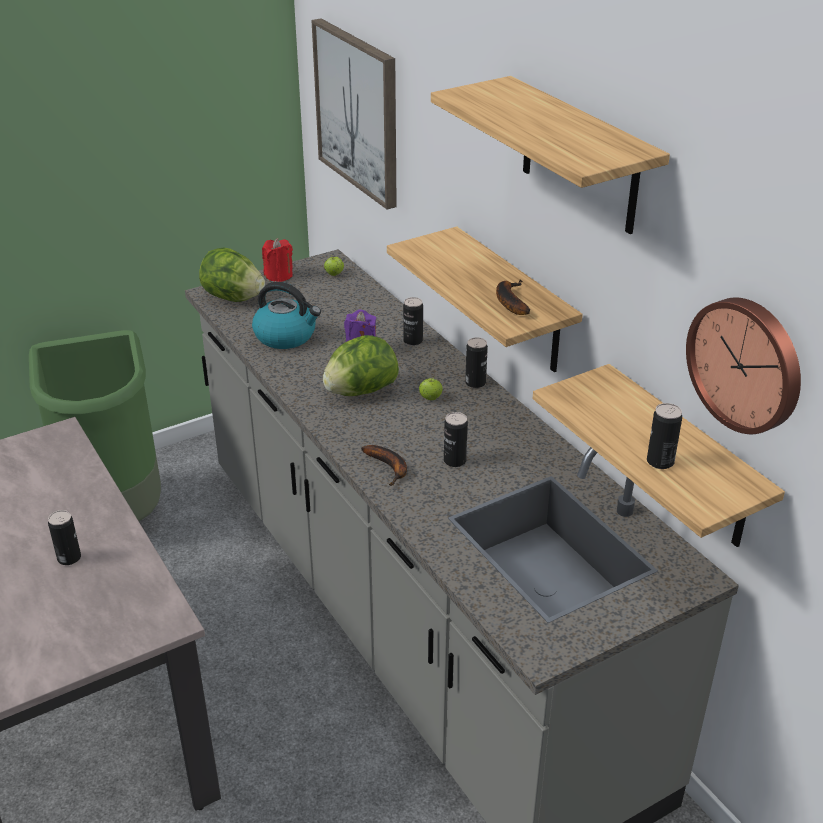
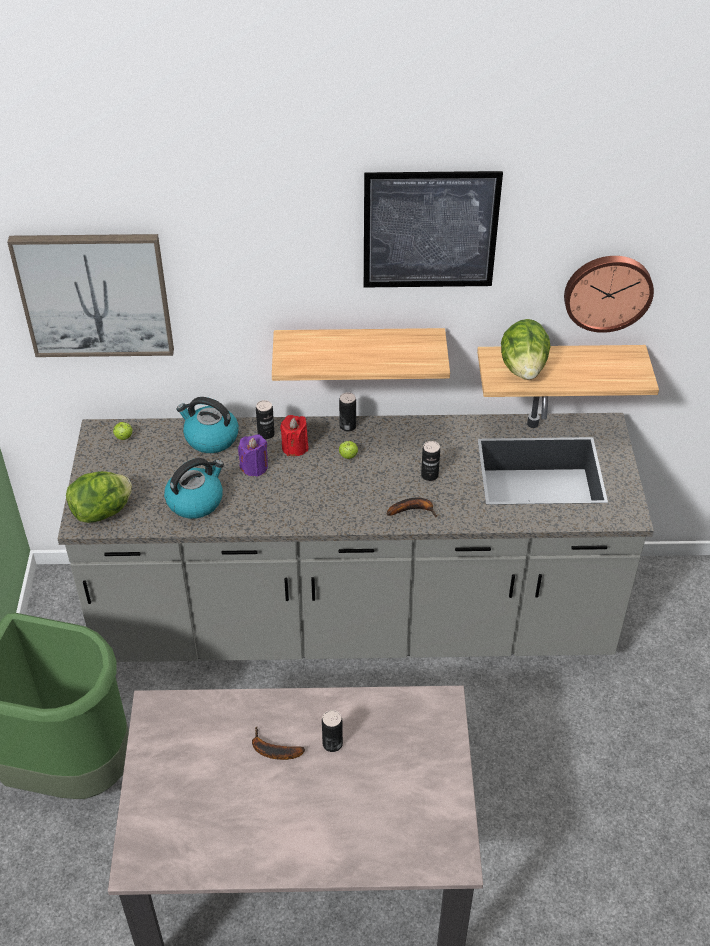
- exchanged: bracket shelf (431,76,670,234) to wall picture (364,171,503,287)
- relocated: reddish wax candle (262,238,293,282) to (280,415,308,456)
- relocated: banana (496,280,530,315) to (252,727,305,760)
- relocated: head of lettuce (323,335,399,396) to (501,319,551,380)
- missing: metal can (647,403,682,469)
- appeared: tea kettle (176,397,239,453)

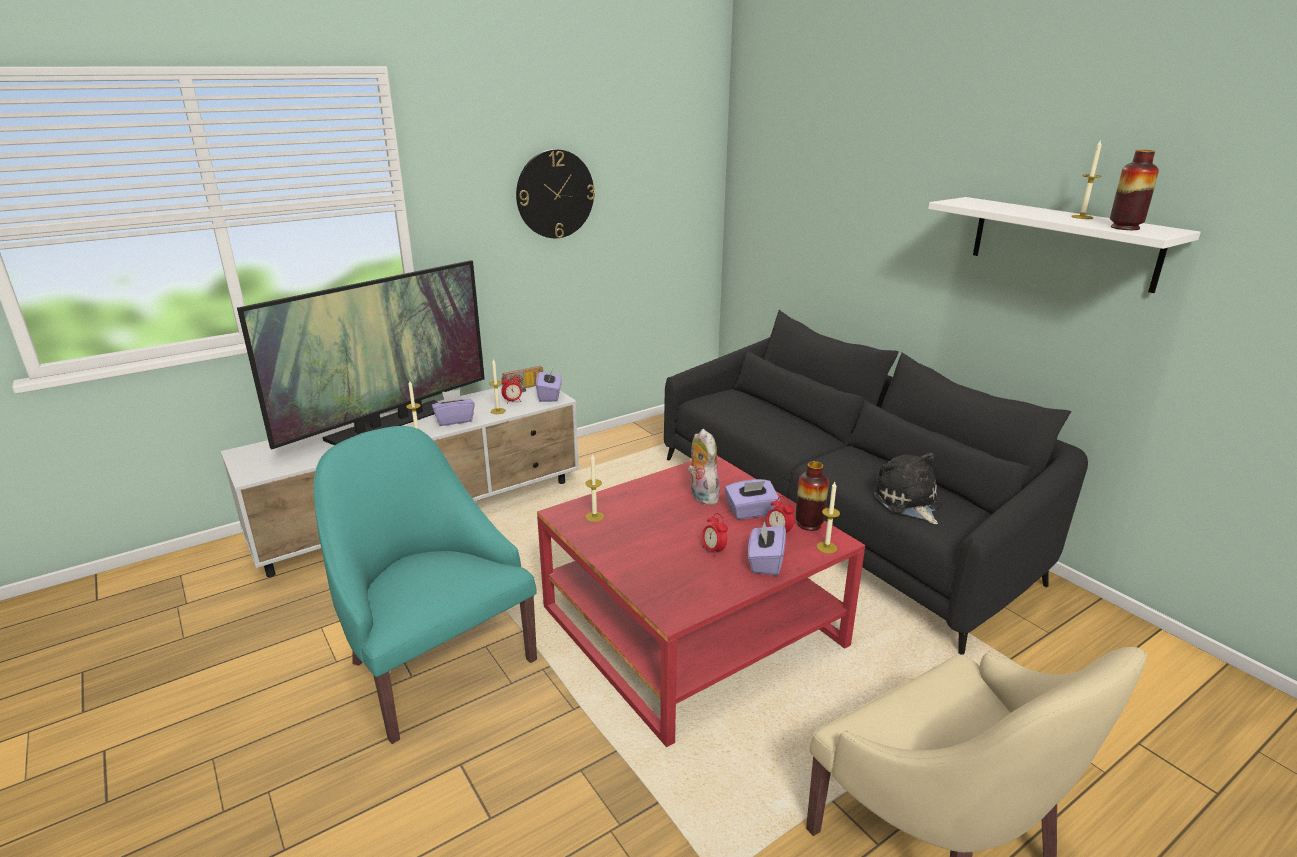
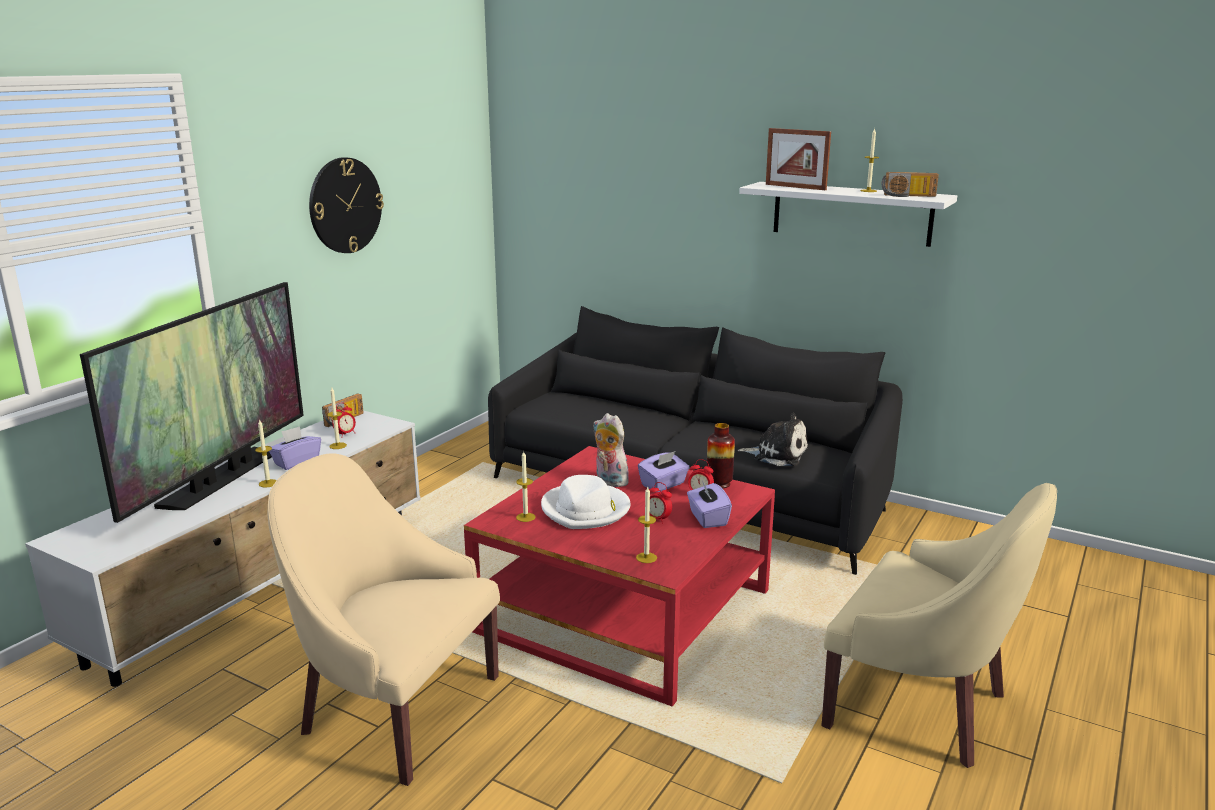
- exchanged: flower vase (1110,150,1159,230) to radio (882,172,939,197)
- missing: purple tissue box (536,369,562,402)
- colour: blue-green armchair (314,426,537,744) to beige armchair (268,453,500,786)
- spun: cuddly toy (874,453,942,524) = (738,413,808,466) 150 degrees clockwise
- relocated: wax candle (817,482,840,554) to (636,487,657,563)
- appeared: standing frame (766,128,831,190)
- appeared: whitish clothing hat (541,475,631,529)

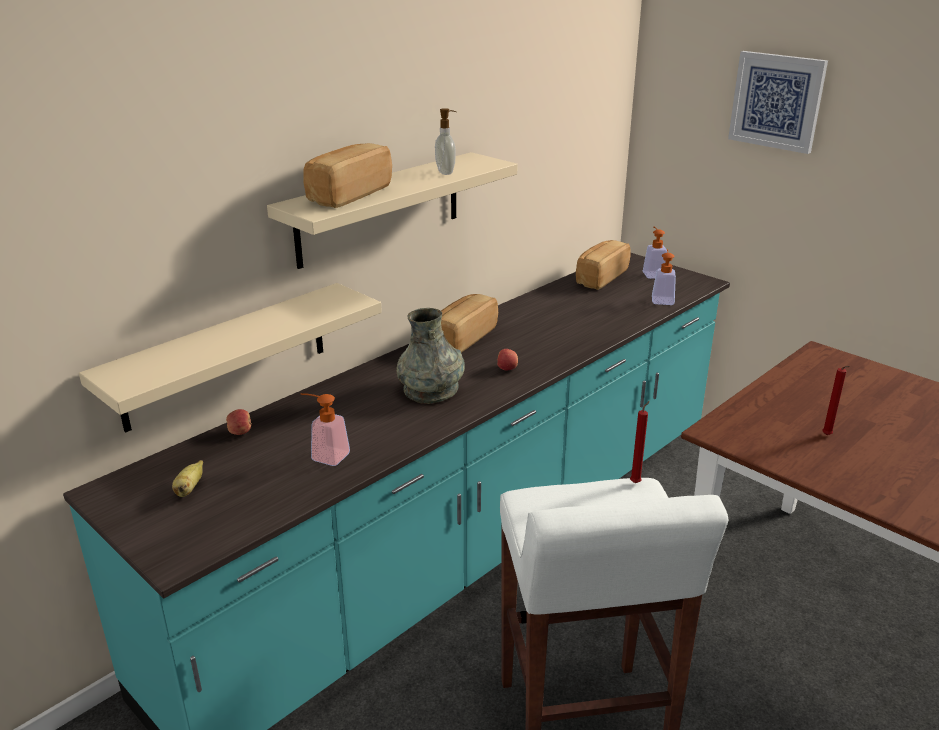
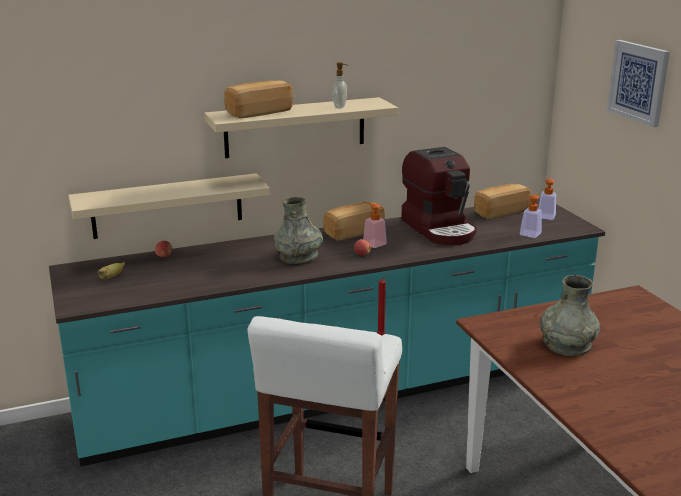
- exchanged: reddish wax candle (822,366,850,435) to grey flower vase (540,275,600,356)
- relocated: soap bottle (300,393,350,466) to (363,202,387,248)
- appeared: coffee maker (401,147,477,245)

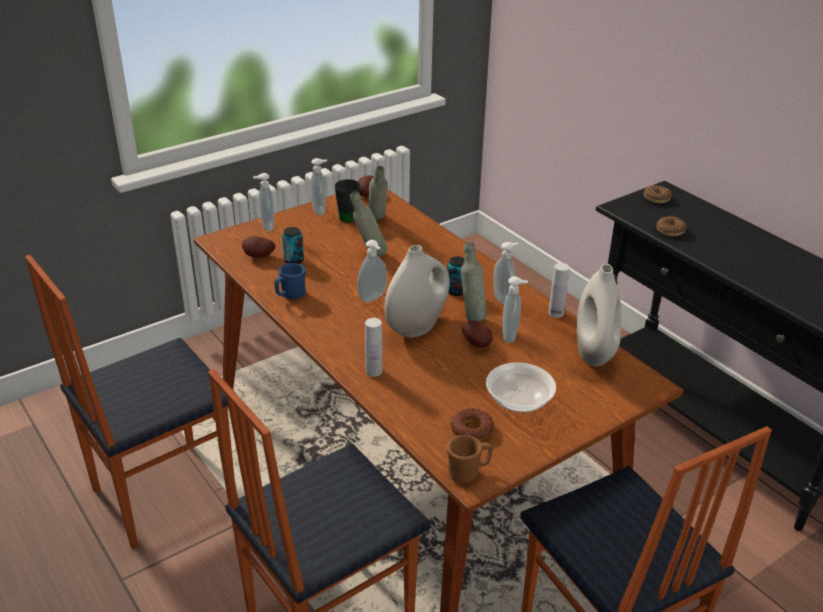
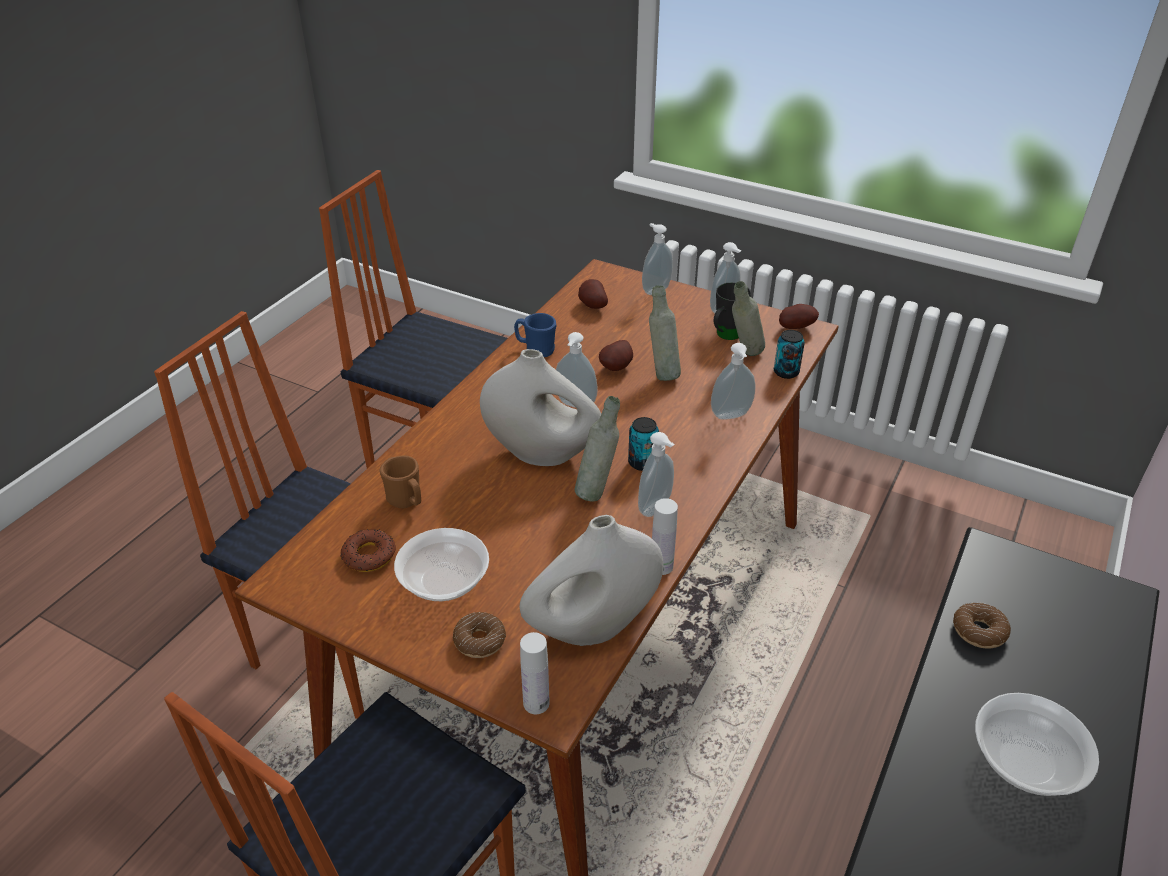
- relocated: ring doughnut (643,186,672,203) to (453,612,506,658)
- relocated: metal can (282,227,304,264) to (774,330,805,379)
- relocated: soap bottle (503,276,528,343) to (711,343,755,420)
- relocated: whitish bottle (365,318,382,377) to (520,632,550,714)
- relocated: spud (462,321,492,348) to (599,340,633,371)
- relocated: brown-coloured mug (447,435,492,483) to (379,456,421,508)
- appeared: bowl (975,693,1099,796)

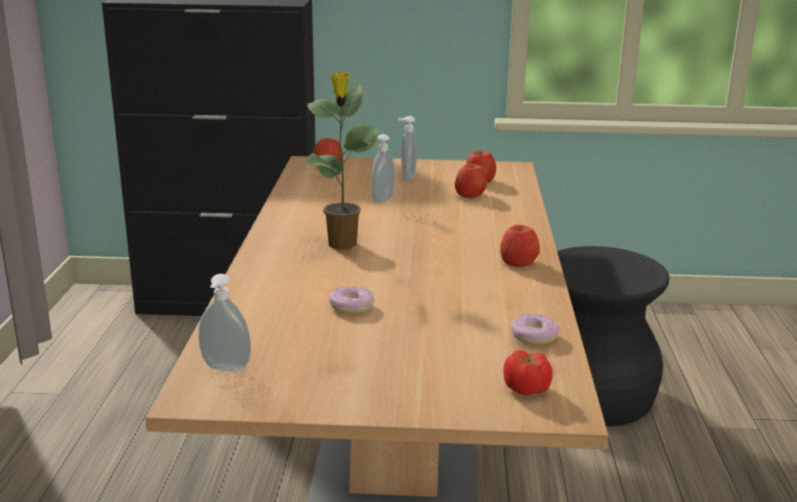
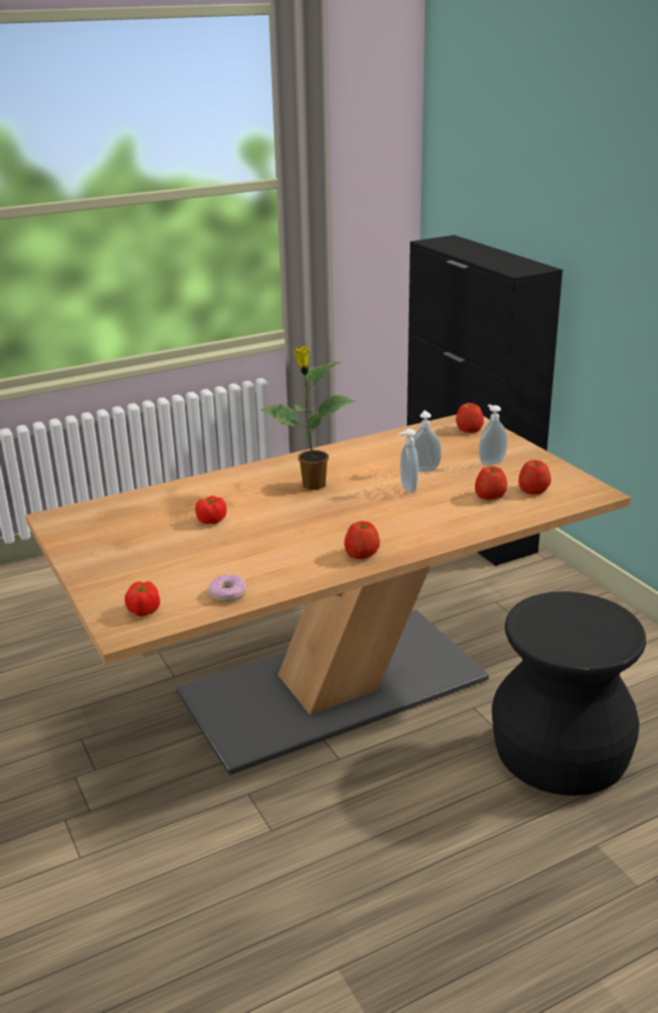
- relocated: soap bottle (198,274,251,372) to (399,429,419,493)
- exchanged: ring doughnut (329,286,374,314) to fresh tomato (195,496,227,524)

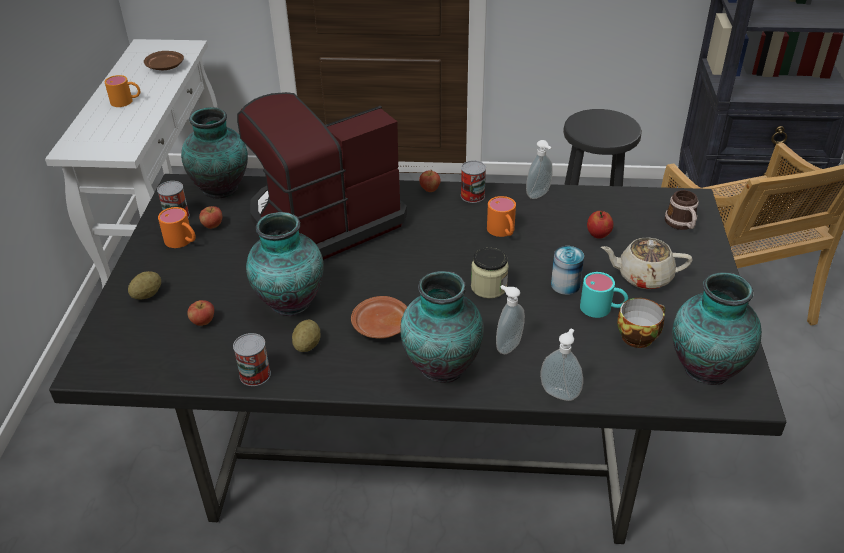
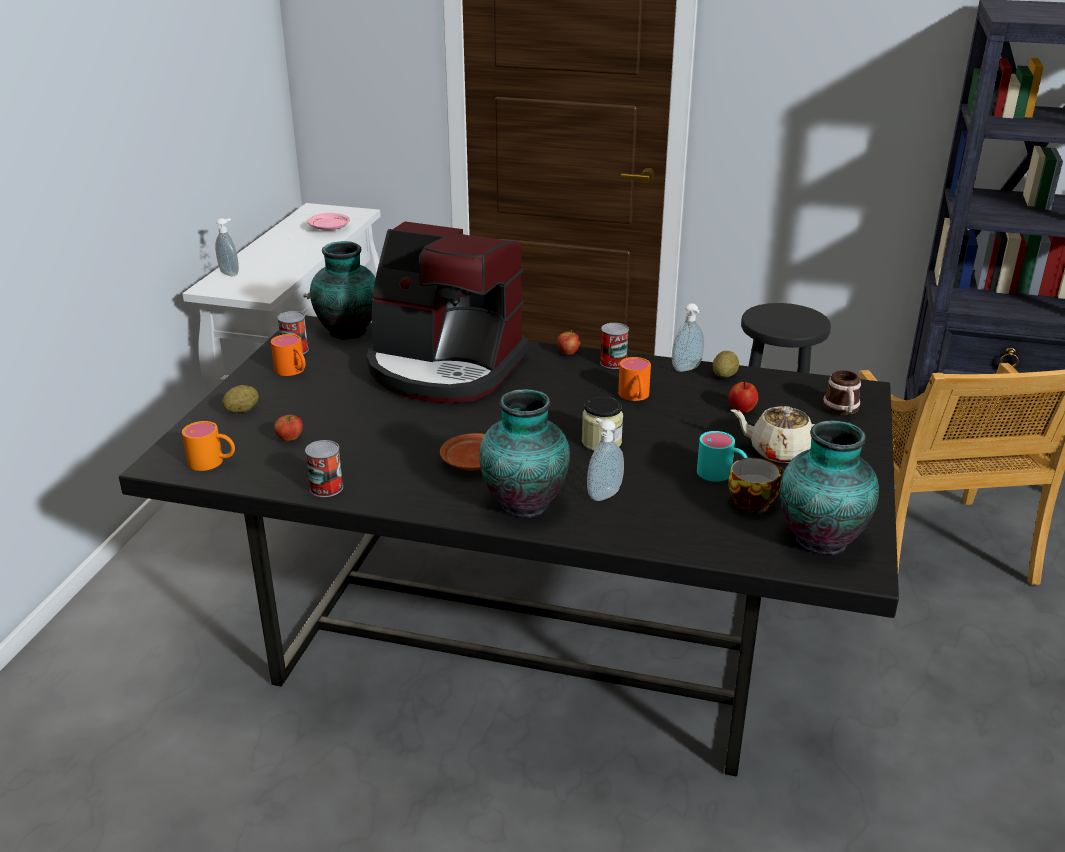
- colour: brown-coloured flat dish (144,51,184,70) to pinkish flat dish (308,213,350,231)
- relocated: orange mug (105,75,141,107) to (182,421,235,471)
- spun: coffee maker (237,92,407,260) = (367,221,529,403) 135 degrees counterclockwise
- missing: apple fruit (199,206,222,229)
- missing: flower vase (246,212,324,316)
- missing: metal can (551,246,584,295)
- relocated: spud (292,320,321,352) to (713,351,739,378)
- relocated: soap bottle (540,329,583,401) to (215,218,239,276)

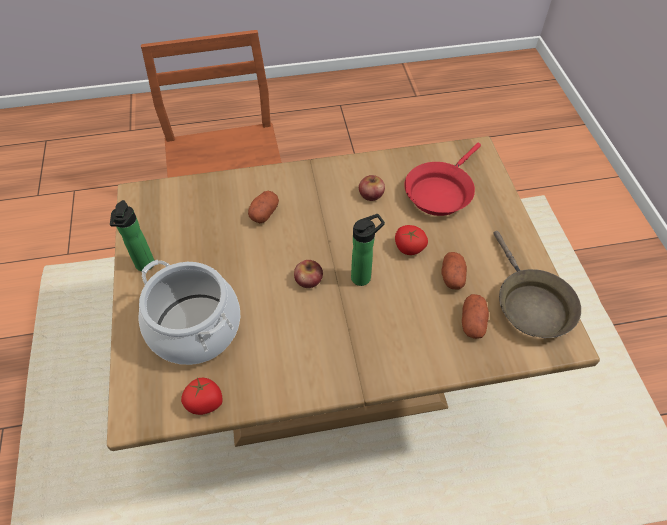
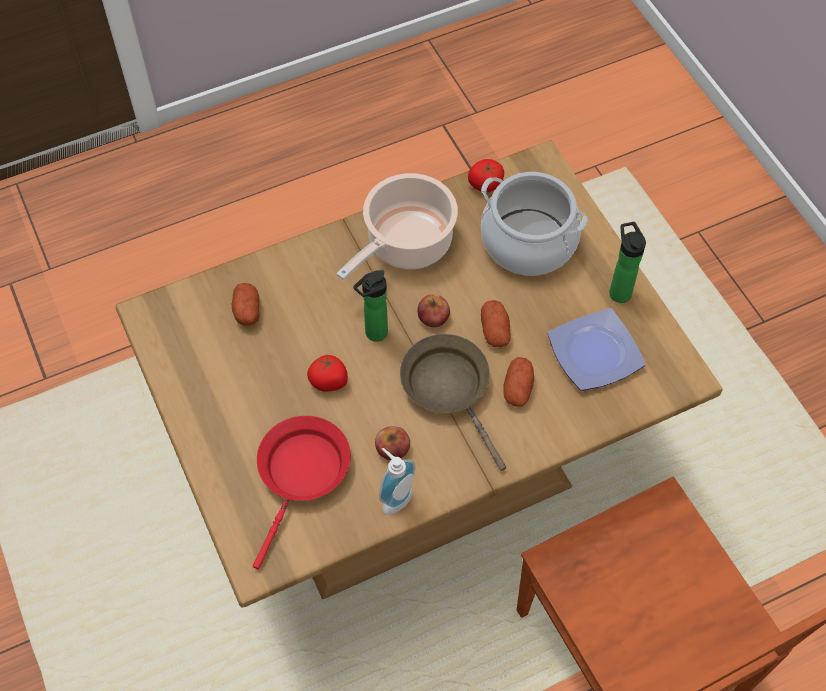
- relocated: brown-coloured pan (493,231,581,338) to (400,334,506,471)
- relocated: spud (442,252,467,289) to (481,300,510,347)
- appeared: cooking pot (337,173,458,280)
- appeared: flat dish (547,308,646,391)
- appeared: soap bottle (379,448,416,515)

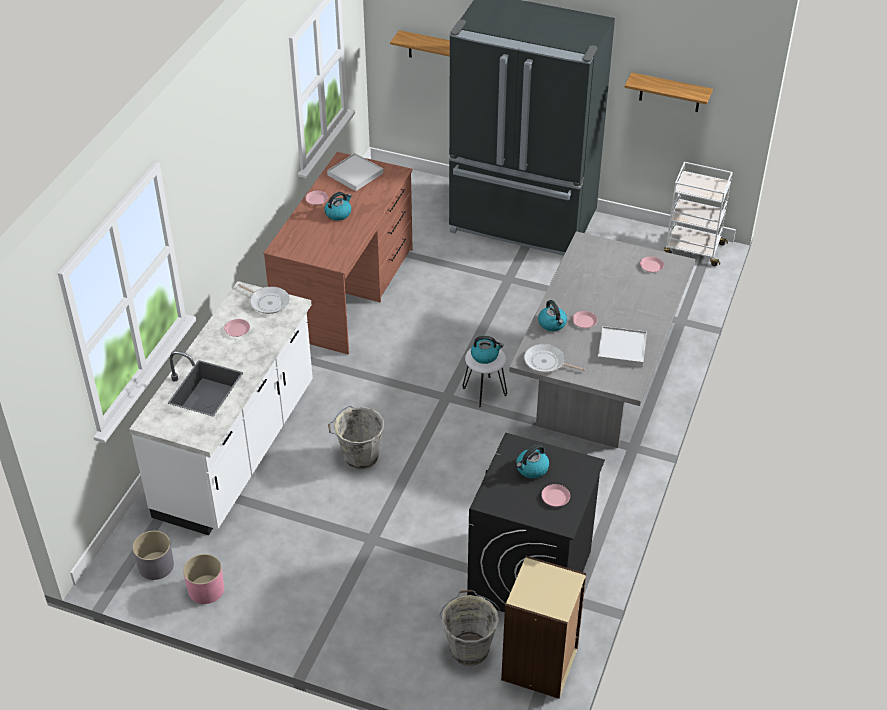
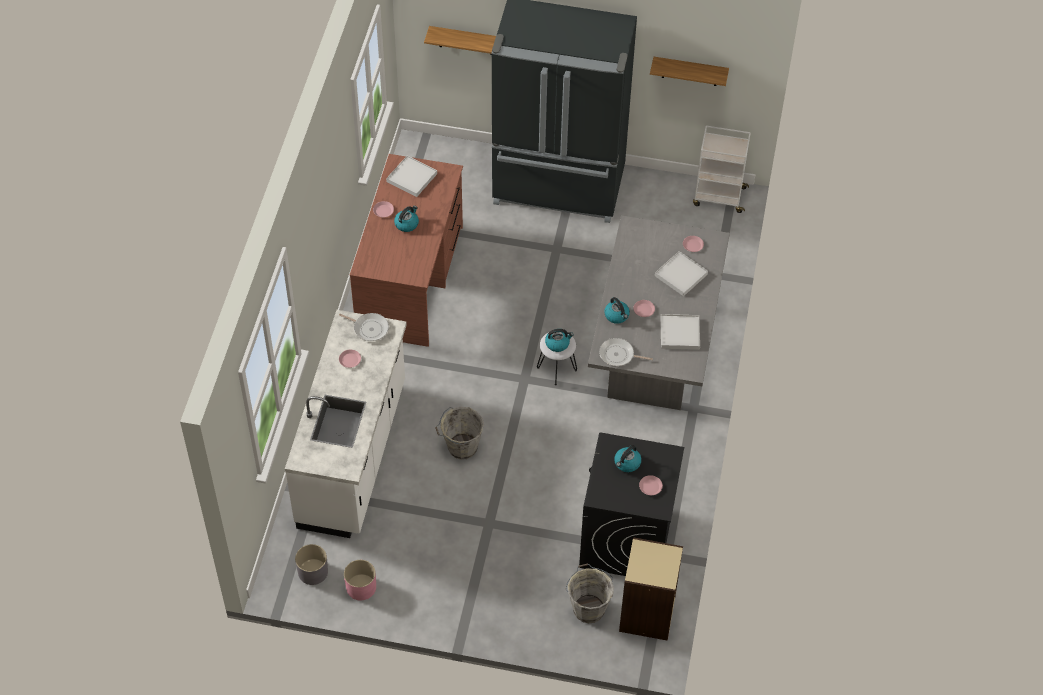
- appeared: whitish serving tray (655,251,708,296)

